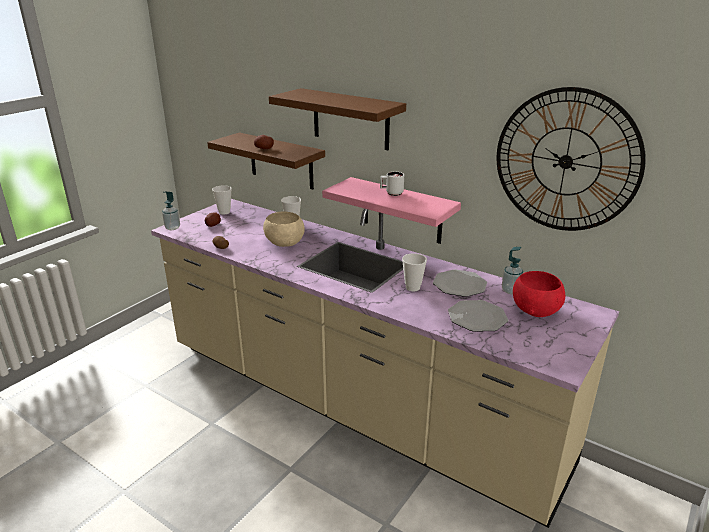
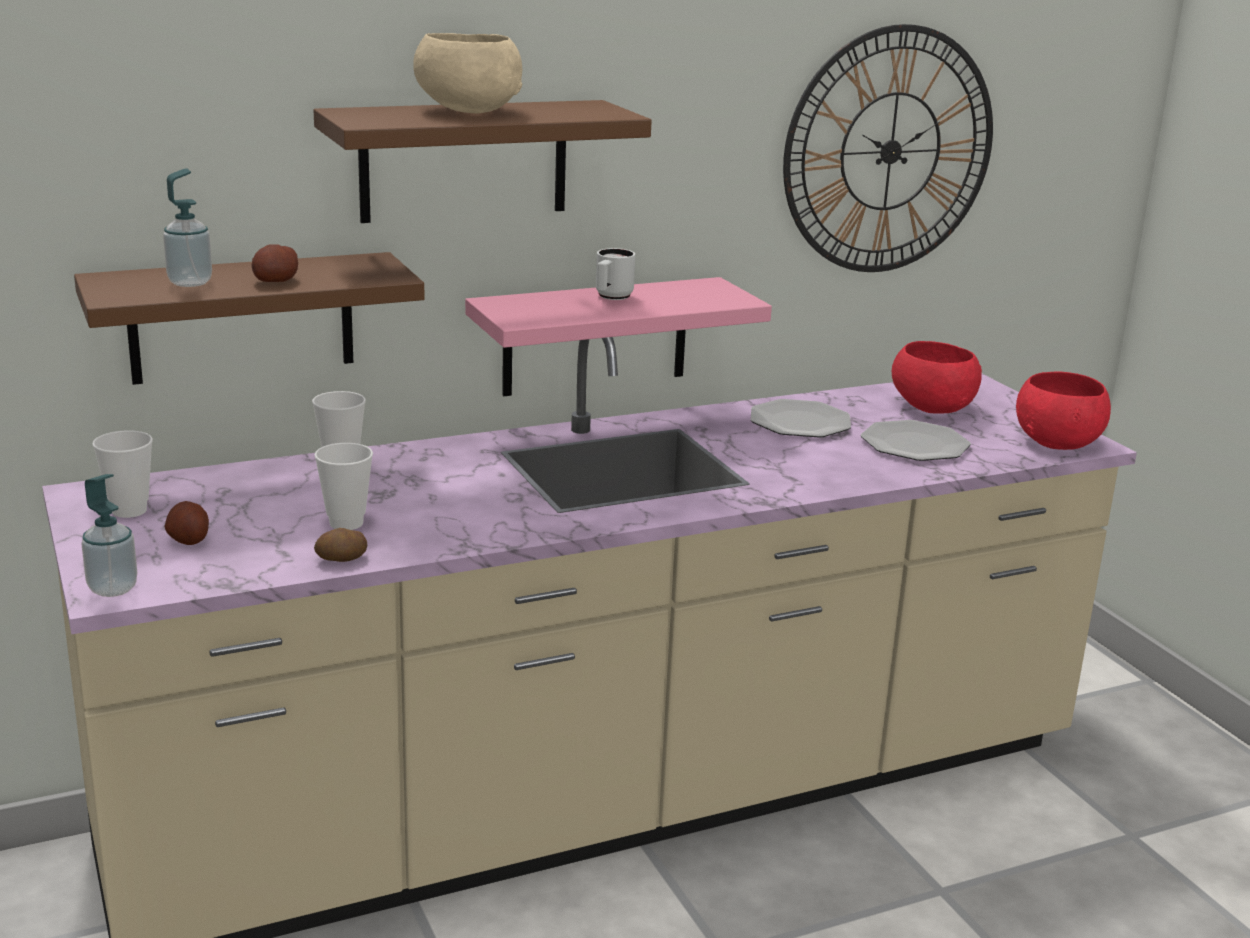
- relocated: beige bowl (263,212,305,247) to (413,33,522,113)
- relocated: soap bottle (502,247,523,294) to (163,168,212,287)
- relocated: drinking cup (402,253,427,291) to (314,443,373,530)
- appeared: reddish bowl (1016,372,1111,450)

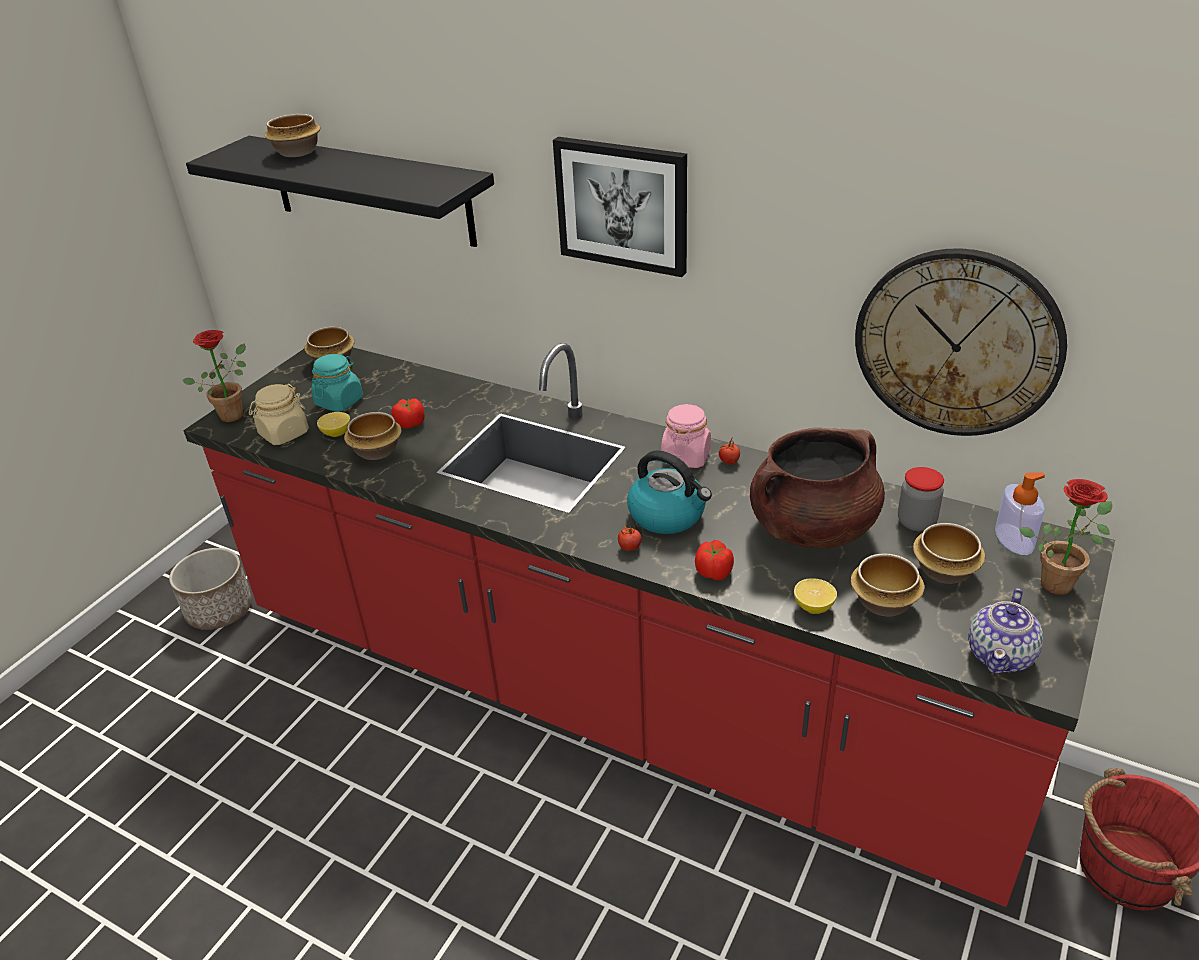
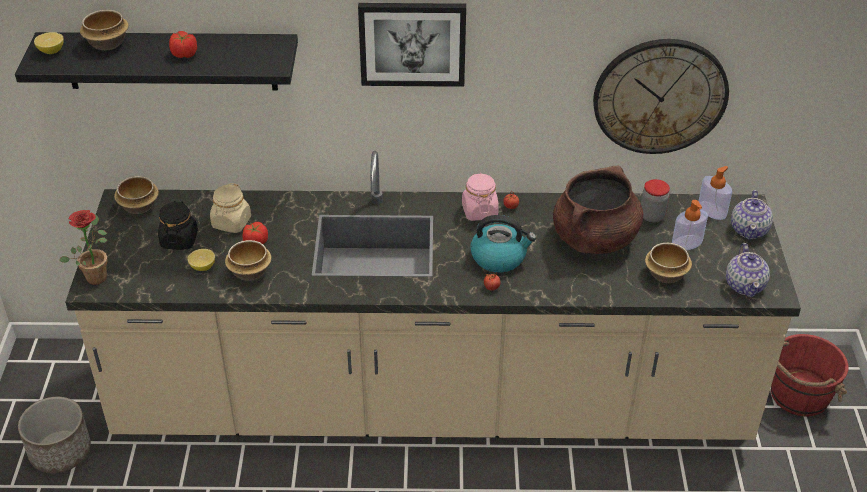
- colour: reddish counter (183,343,1115,907) to beige counter (65,151,801,440)
- colour: blue-green preserve jar (311,354,363,412) to black-coloured preserve jar (158,201,198,250)
- relocated: beige preserve jar (249,384,309,445) to (210,183,251,233)
- exchanged: potted plant (1019,479,1112,595) to teapot (731,190,773,240)
- exchanged: bowl (913,523,985,584) to soap bottle (672,200,708,250)
- relocated: fresh tomato (695,540,734,580) to (169,31,197,58)
- relocated: lemon (794,578,837,614) to (34,32,64,54)

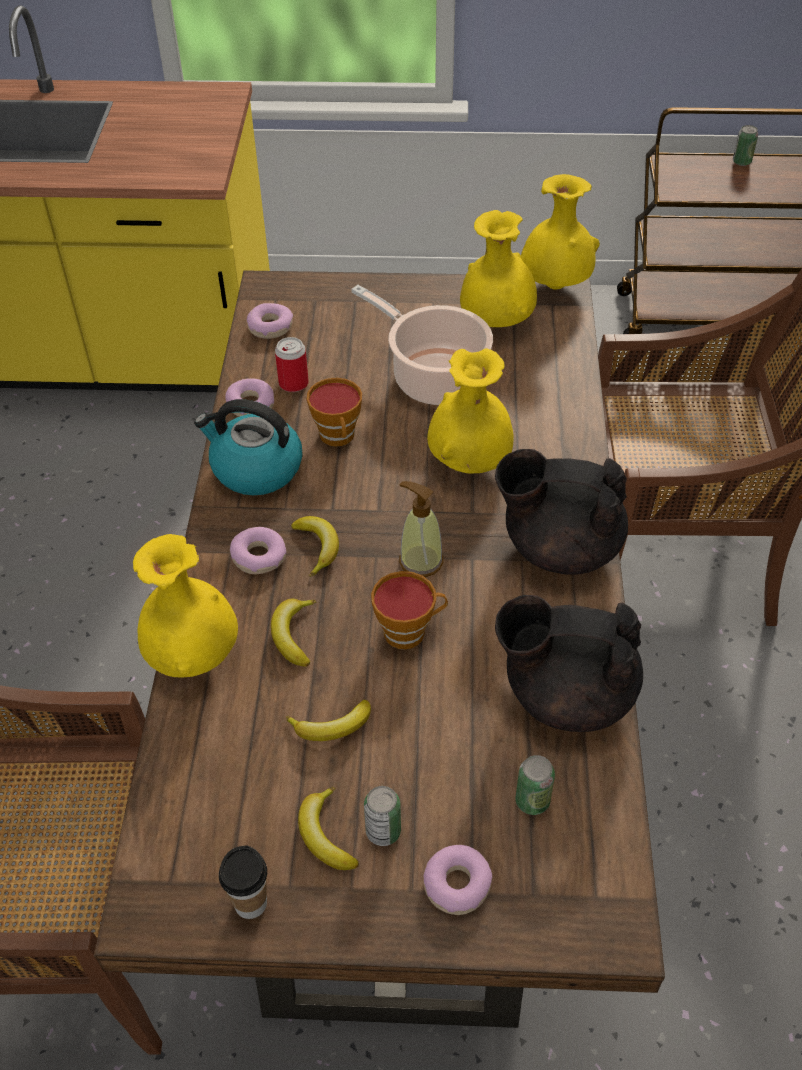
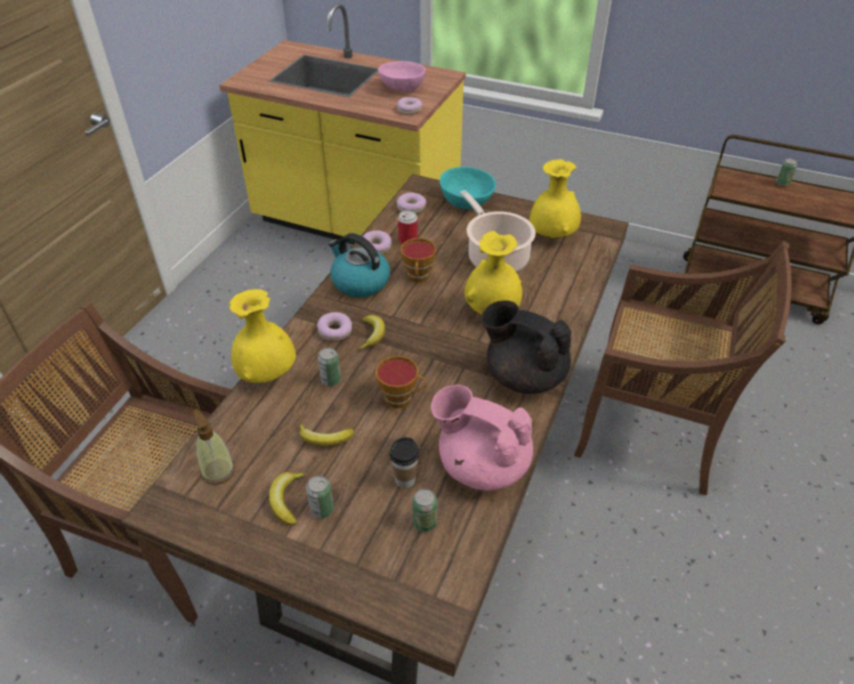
- missing: yellow-coloured flower vase (520,174,600,290)
- relocated: soap bottle (399,481,443,577) to (192,409,235,484)
- colour: black-coloured teapot (495,595,643,732) to pinkish teapot (431,385,533,491)
- exchanged: banana (271,599,317,667) to metal can (318,347,341,386)
- relocated: ring doughnut (424,845,492,915) to (397,97,422,115)
- relocated: drinking cup (219,846,267,919) to (389,437,419,488)
- appeared: pinkish bowl (378,61,425,92)
- appeared: blue-green bowl (439,167,496,209)

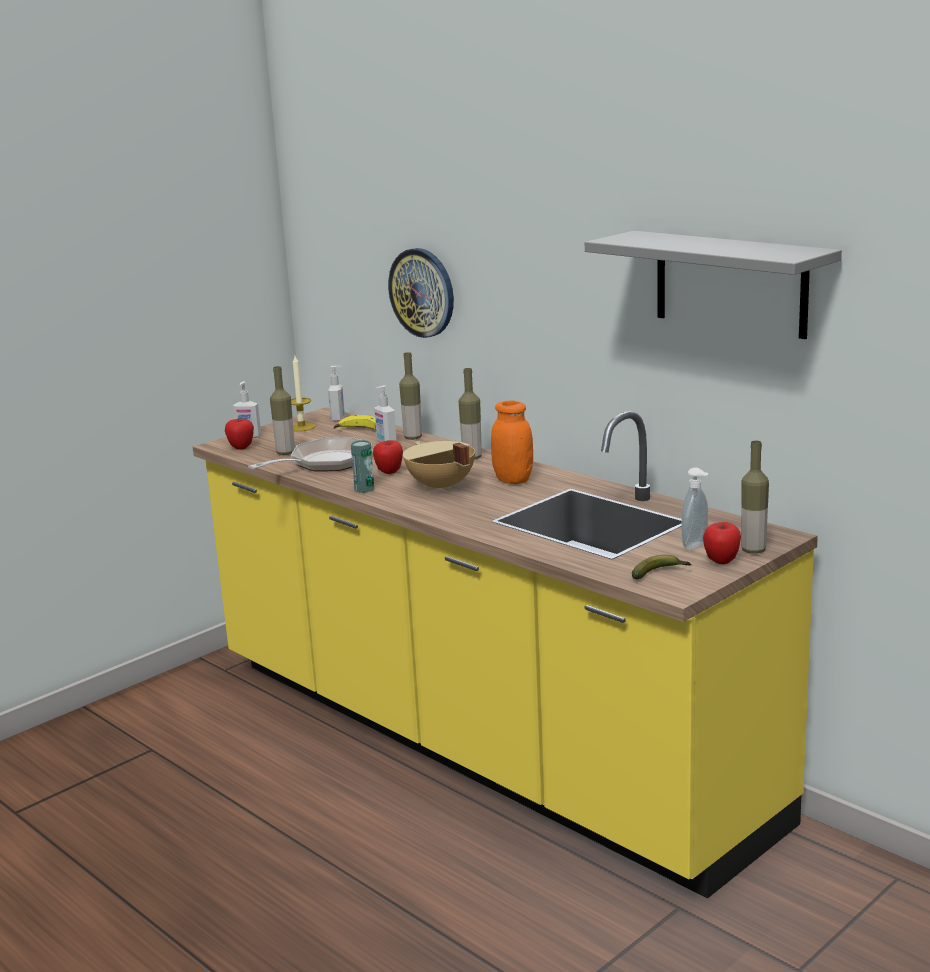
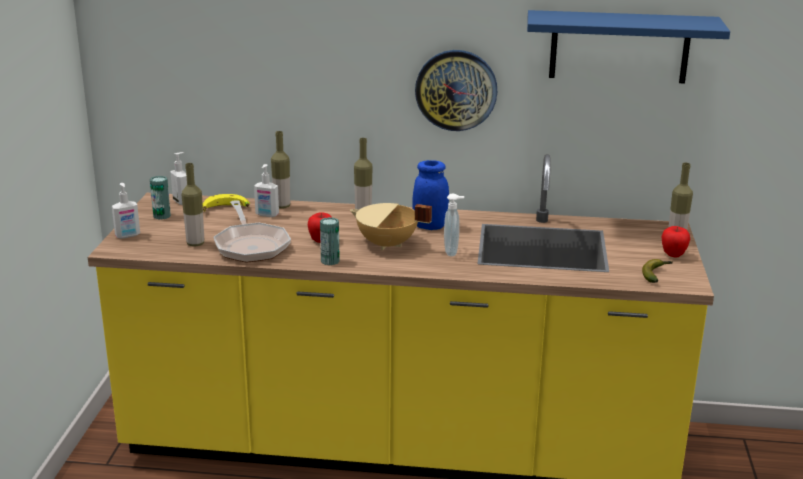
- colour: grey bracket shelf (585,231,842,339) to bluish bracket shelf (527,10,730,83)
- relocated: hanging clock (388,248,454,338) to (415,50,497,131)
- exchanged: wax candle (291,356,316,431) to metal can (150,176,171,220)
- colour: orange preserve jar (491,401,533,484) to bluish preserve jar (412,160,449,230)
- missing: apple fruit (225,419,254,450)
- spun: pan (248,437,372,472) = (213,200,291,263) 150 degrees clockwise
- relocated: soap bottle (681,467,709,550) to (444,194,464,257)

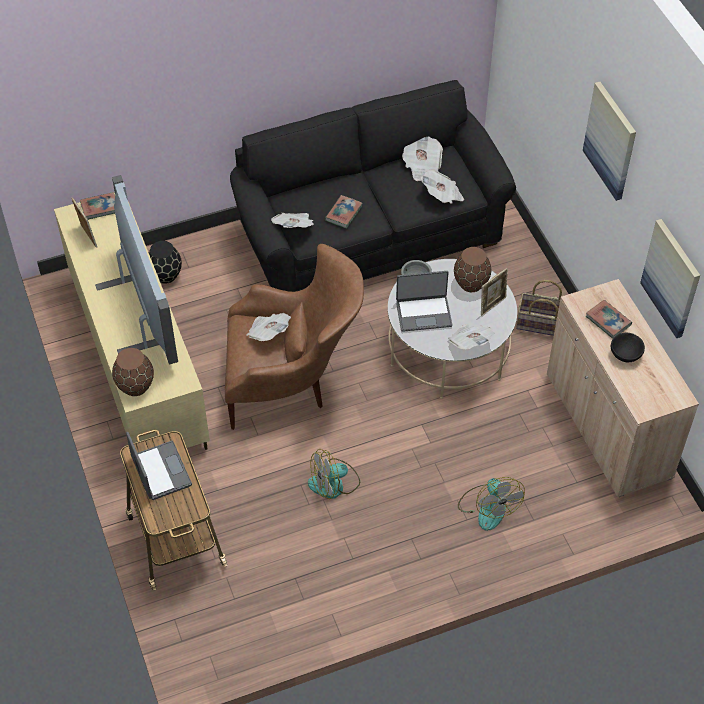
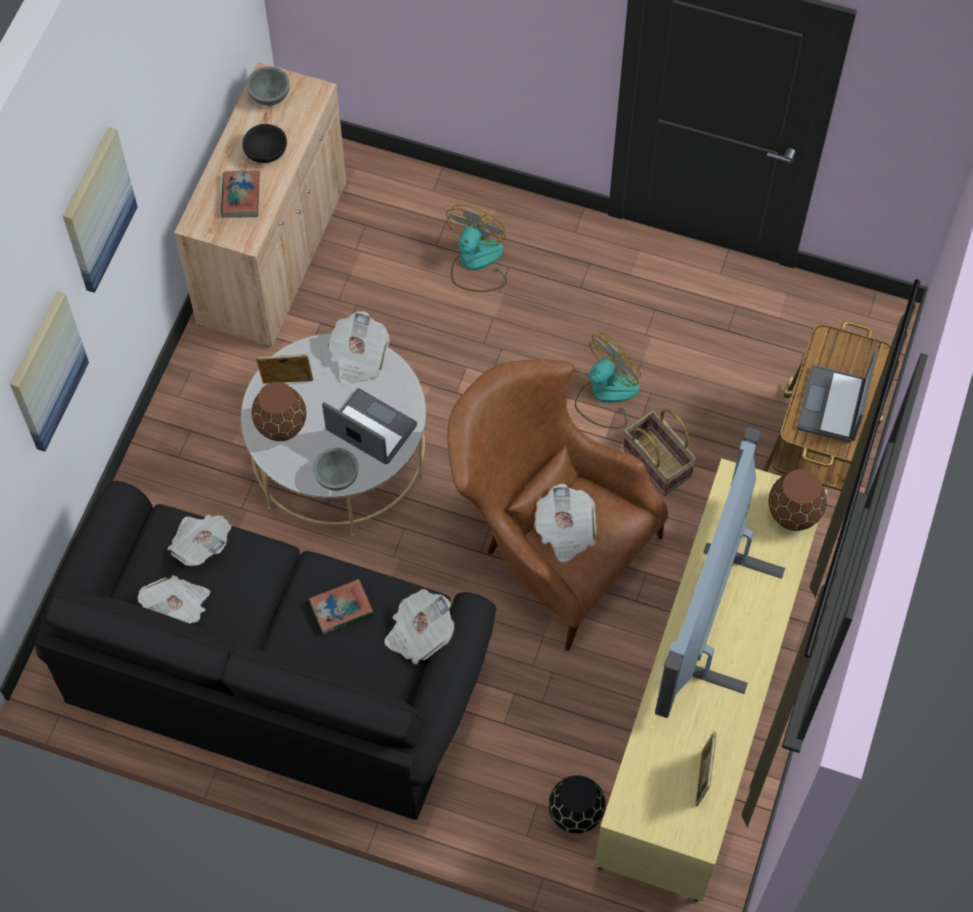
- missing: volume (80,192,115,220)
- relocated: wall picture (640,219,700,338) to (10,291,89,452)
- relocated: household basket (516,280,562,336) to (623,408,696,496)
- spun: cooling fan (308,449,360,499) = (575,333,641,429) 60 degrees counterclockwise
- appeared: grey bowl (246,66,290,106)

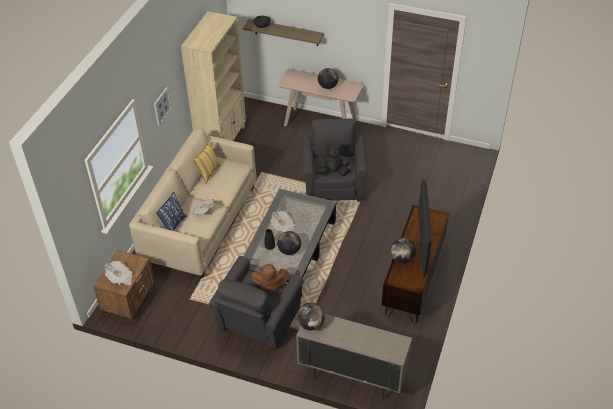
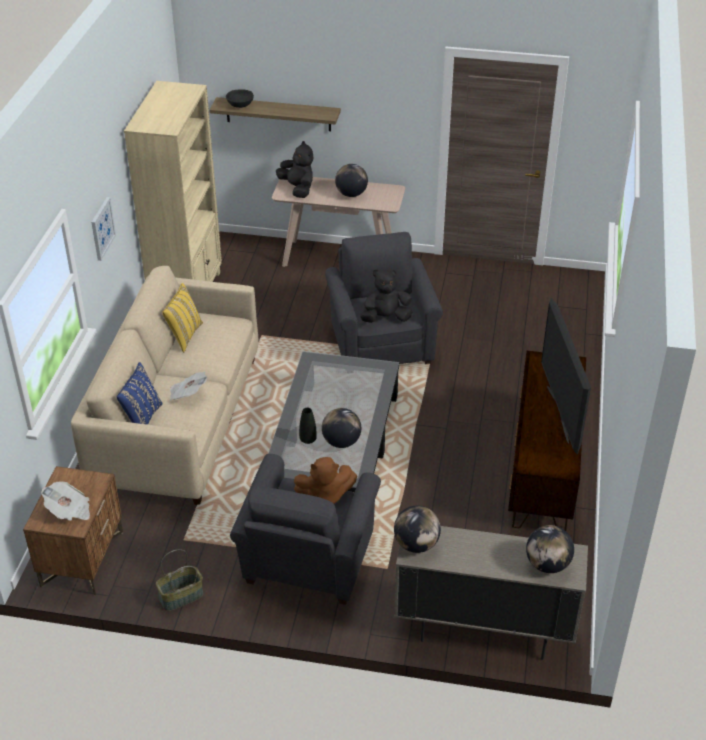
- missing: printed paper (271,211,295,233)
- relocated: desk globe (391,238,416,263) to (526,525,574,573)
- appeared: black-coloured cuddly toy (276,141,314,198)
- appeared: household basket (156,549,204,611)

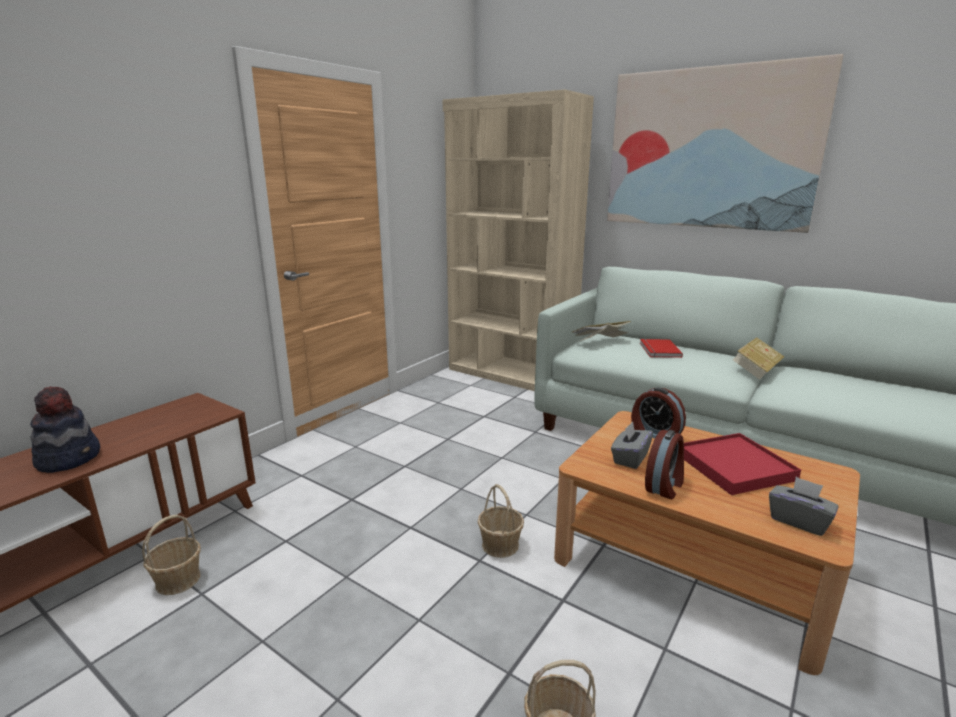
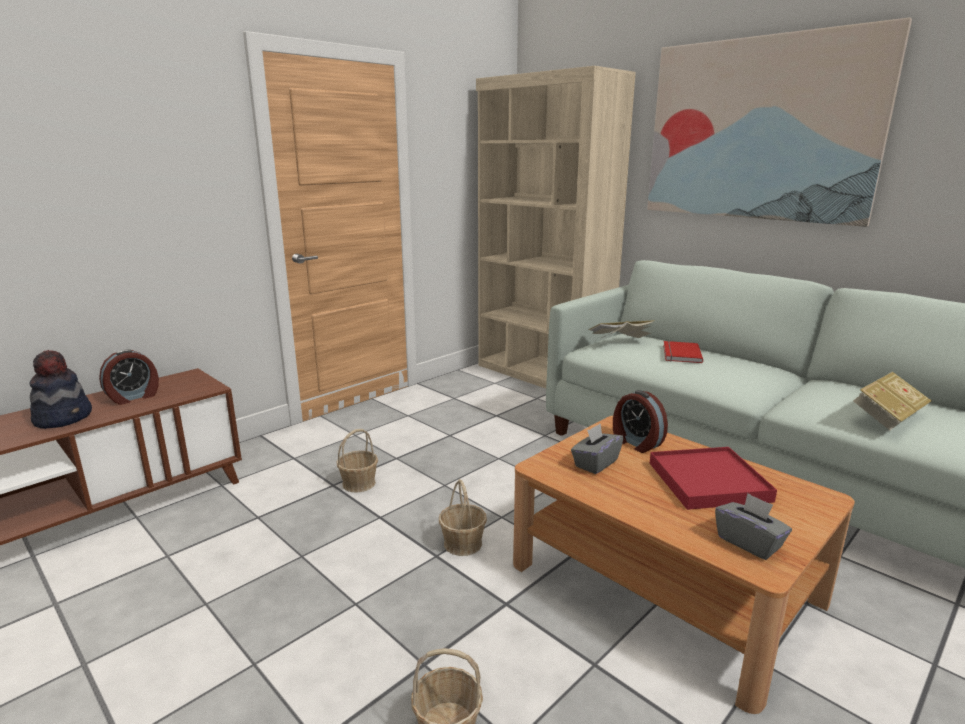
- relocated: volume (733,337,784,380) to (853,372,932,430)
- relocated: alarm clock (645,430,684,499) to (99,349,159,405)
- relocated: household basket (142,515,201,595) to (336,429,378,493)

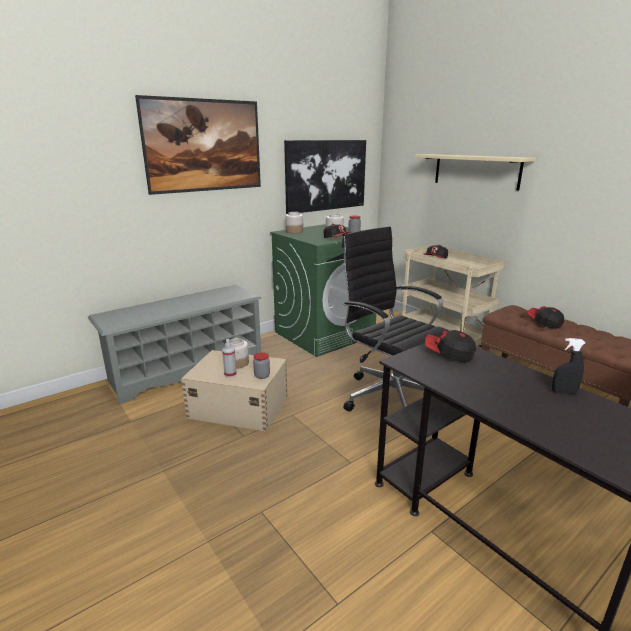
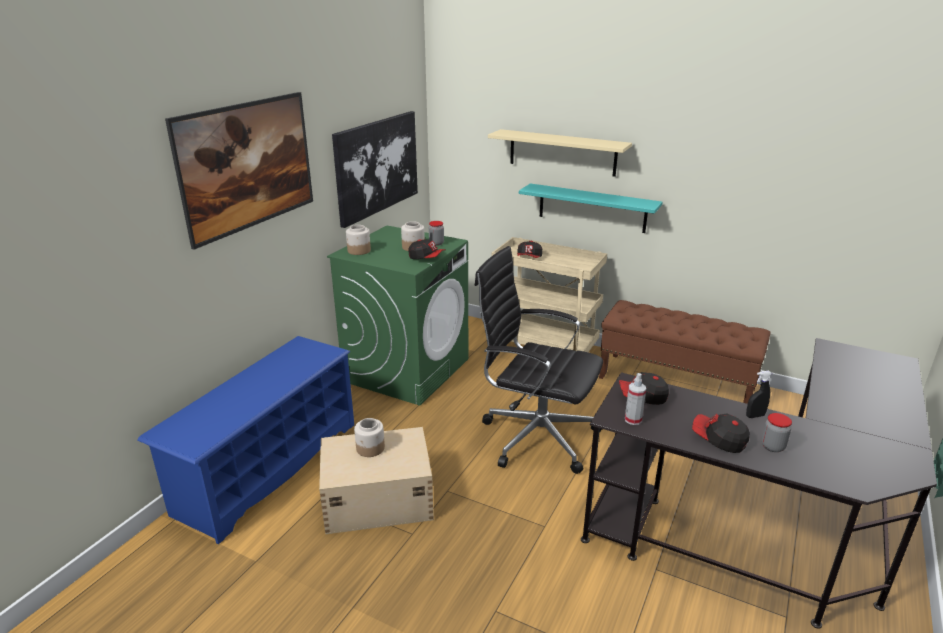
- colour: grey shoe stand (88,285,261,405) to bluish shoe stand (137,336,354,544)
- relocated: baseball cap (527,306,564,329) to (692,413,750,453)
- relocated: spray bottle (222,339,237,378) to (625,373,646,425)
- relocated: preserve jar (253,352,270,379) to (761,413,792,452)
- appeared: blue-green bracket shelf (519,183,662,233)

